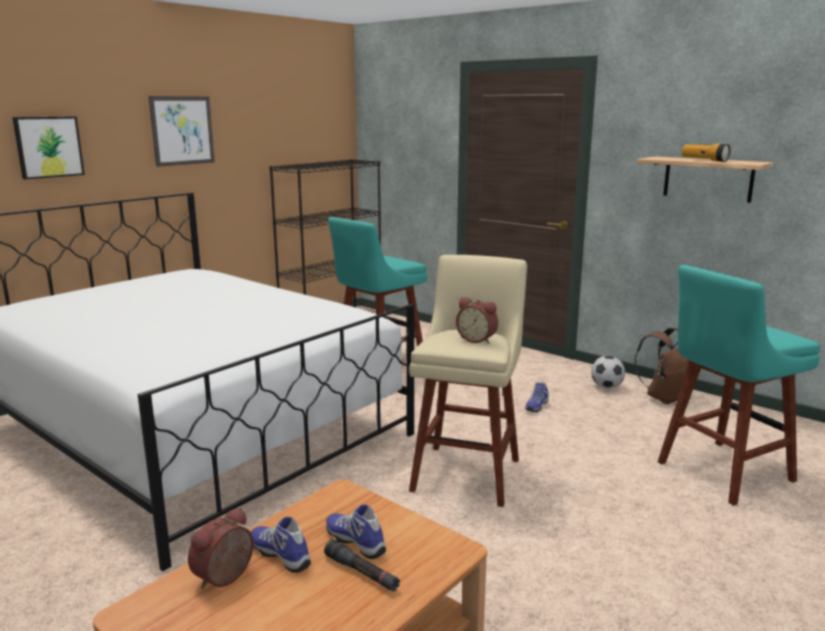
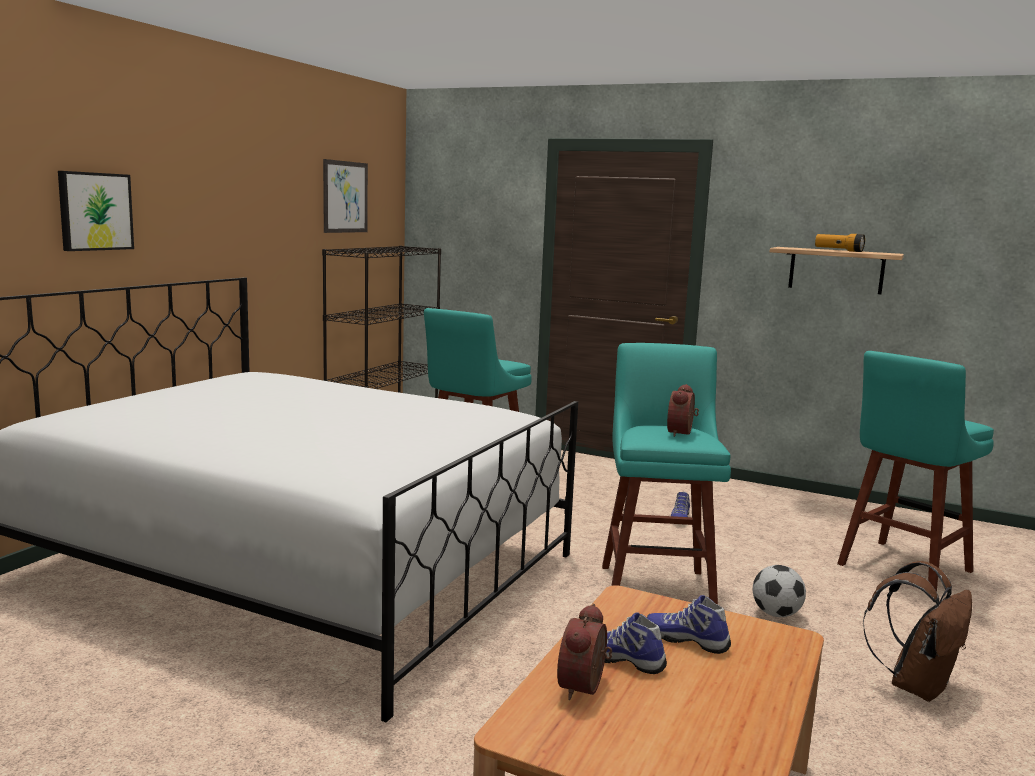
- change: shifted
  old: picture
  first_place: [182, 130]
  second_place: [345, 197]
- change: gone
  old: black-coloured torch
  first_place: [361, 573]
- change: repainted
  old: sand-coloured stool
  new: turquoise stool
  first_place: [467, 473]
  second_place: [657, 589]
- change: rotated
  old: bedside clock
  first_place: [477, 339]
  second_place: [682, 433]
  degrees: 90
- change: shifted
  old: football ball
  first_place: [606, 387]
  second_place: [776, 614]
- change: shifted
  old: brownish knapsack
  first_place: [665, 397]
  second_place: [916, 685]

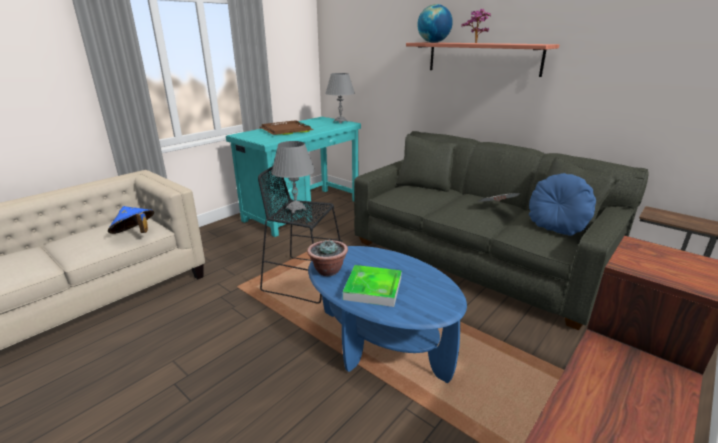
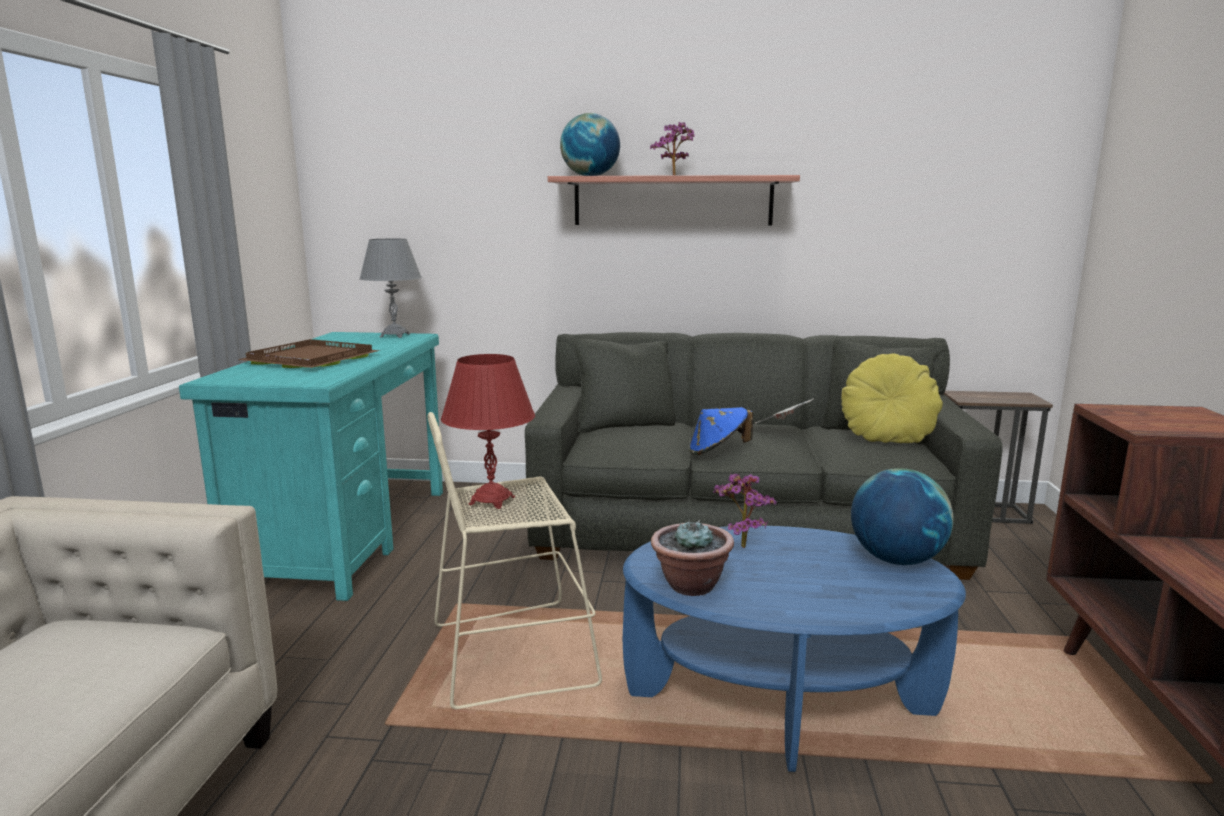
- change: shifted
  old: bluish wearable hat
  first_place: [135, 234]
  second_place: [717, 452]
- change: repainted
  old: black-coloured stool
  new: sand-coloured stool
  first_place: [306, 278]
  second_place: [515, 652]
- change: repainted
  old: greyish tabletop lamp
  new: reddish tabletop lamp
  first_place: [296, 209]
  second_place: [491, 501]
- change: gone
  old: tray
  first_place: [373, 288]
- change: repainted
  old: bluish throw pillow
  new: yellowish throw pillow
  first_place: [555, 229]
  second_place: [886, 440]
- change: new
  new: potted plant
  second_place: [740, 544]
- change: new
  new: world globe
  second_place: [896, 560]

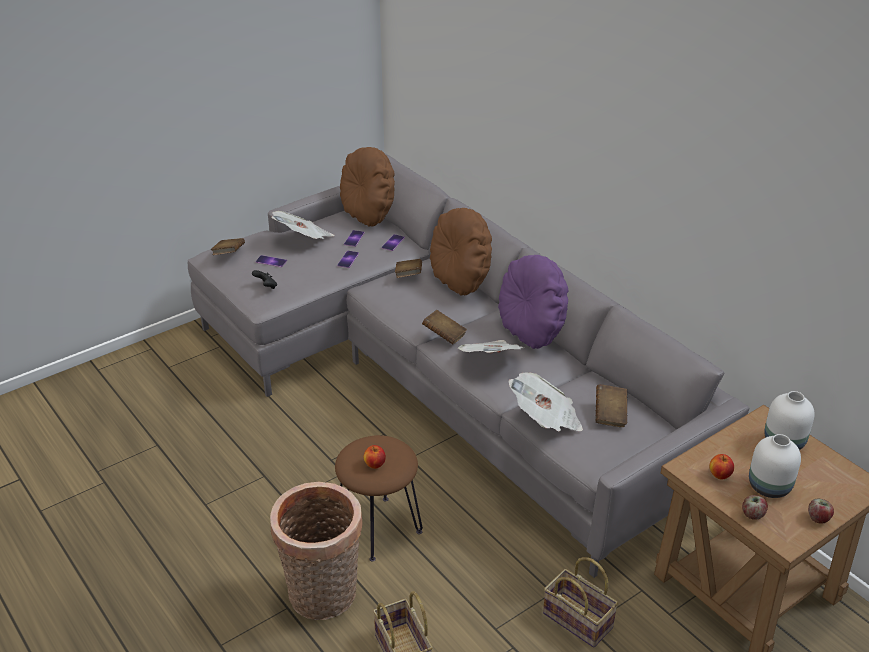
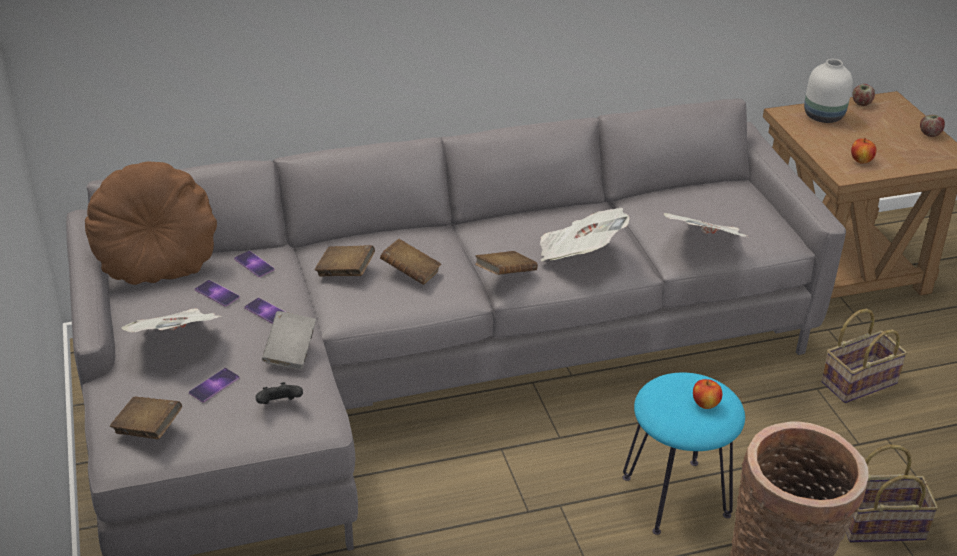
- change: repainted
  old: brownish stool
  new: turquoise stool
  first_place: [379, 528]
  second_place: [676, 496]
- change: gone
  old: brownish throw pillow
  first_place: [460, 282]
- change: gone
  old: purplish throw pillow
  first_place: [531, 333]
- change: shifted
  old: brownish bound book
  first_place: [610, 414]
  second_place: [410, 273]
- change: shifted
  old: whole apple
  first_place: [752, 514]
  second_place: [861, 103]
- change: gone
  old: whitish vase
  first_place: [768, 486]
- change: new
  new: greyish bound book
  second_place: [290, 352]

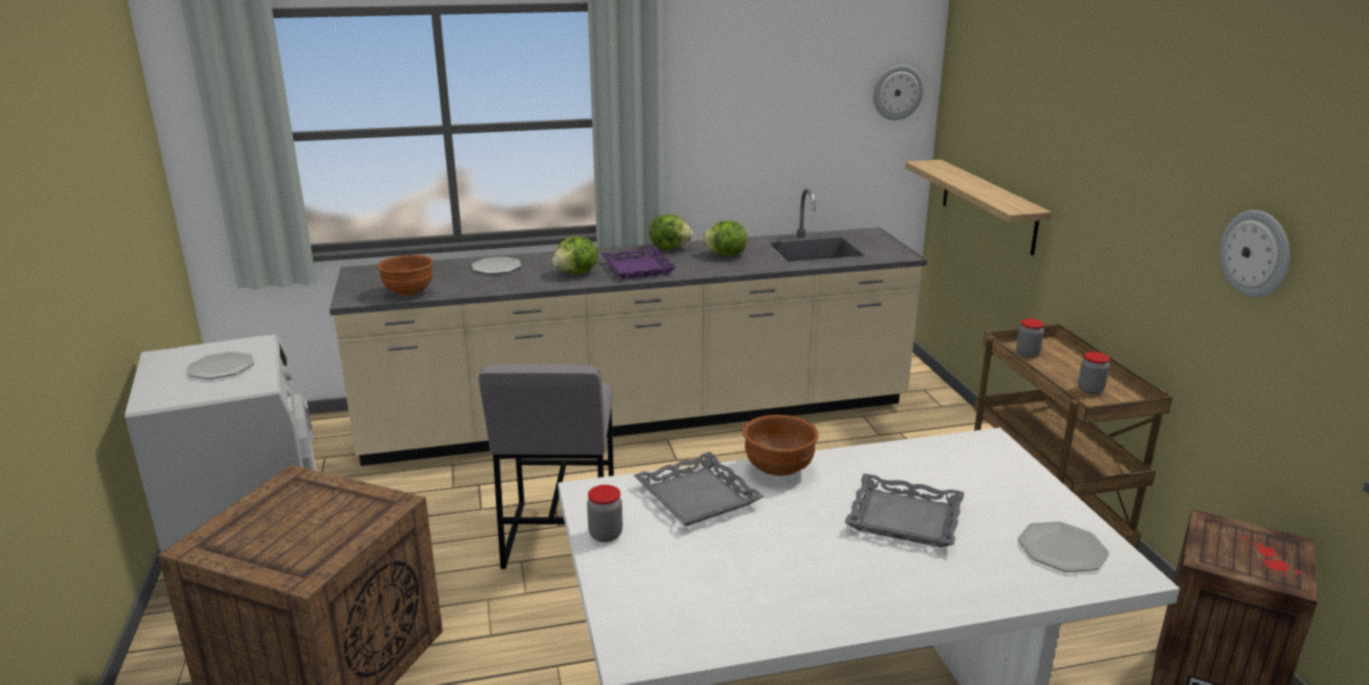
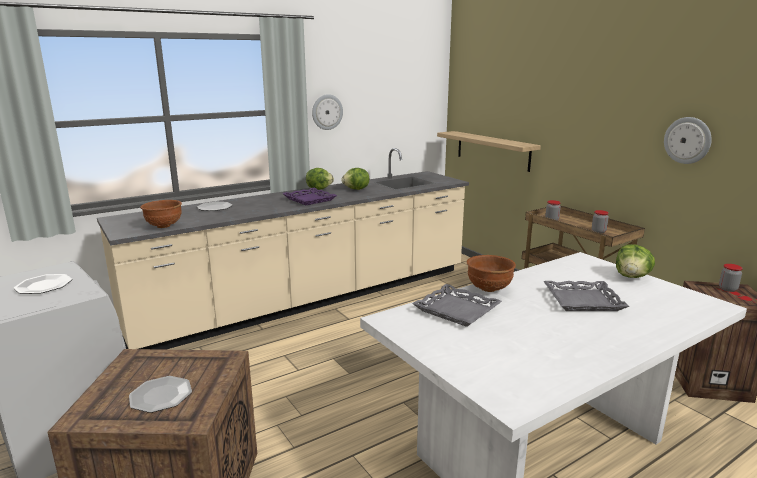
- change: gone
  old: greyish stool
  first_place: [560, 537]
- change: shifted
  old: lettuce head
  first_place: [577, 273]
  second_place: [632, 277]
- change: shifted
  old: jar
  first_place: [605, 534]
  second_place: [727, 289]
- change: shifted
  old: wall clock
  first_place: [897, 92]
  second_place: [327, 112]
- change: shifted
  old: plate
  first_place: [1062, 549]
  second_place: [161, 395]

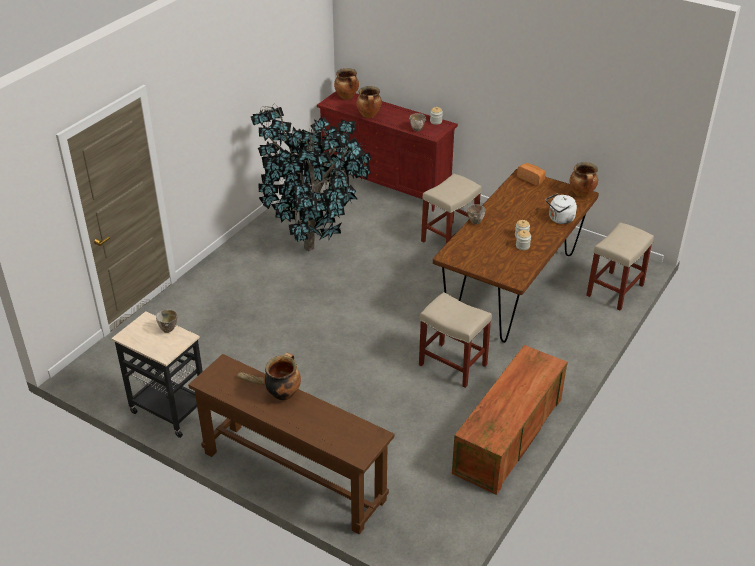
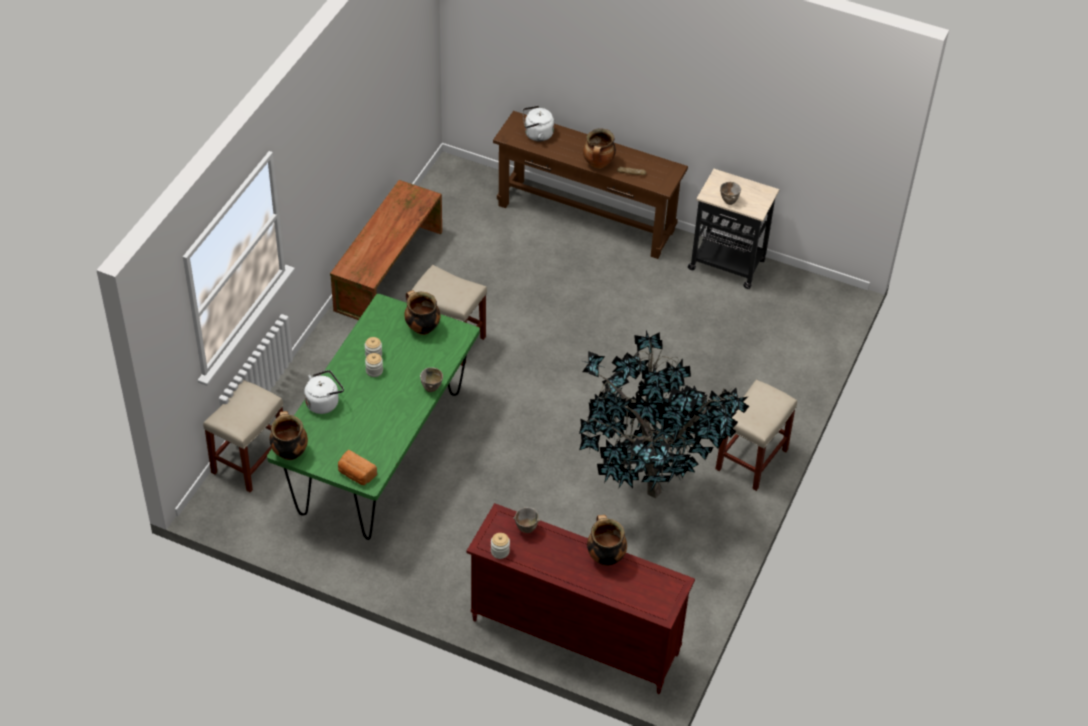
- change: shifted
  old: saucepot
  first_place: [347, 97]
  second_place: [421, 328]
- change: shifted
  old: sand-coloured stool
  first_place: [449, 237]
  second_place: [751, 460]
- change: repainted
  old: brownish dinner table
  new: green dinner table
  first_place: [511, 286]
  second_place: [381, 454]
- change: new
  new: whitish water kettle
  second_place: [536, 134]

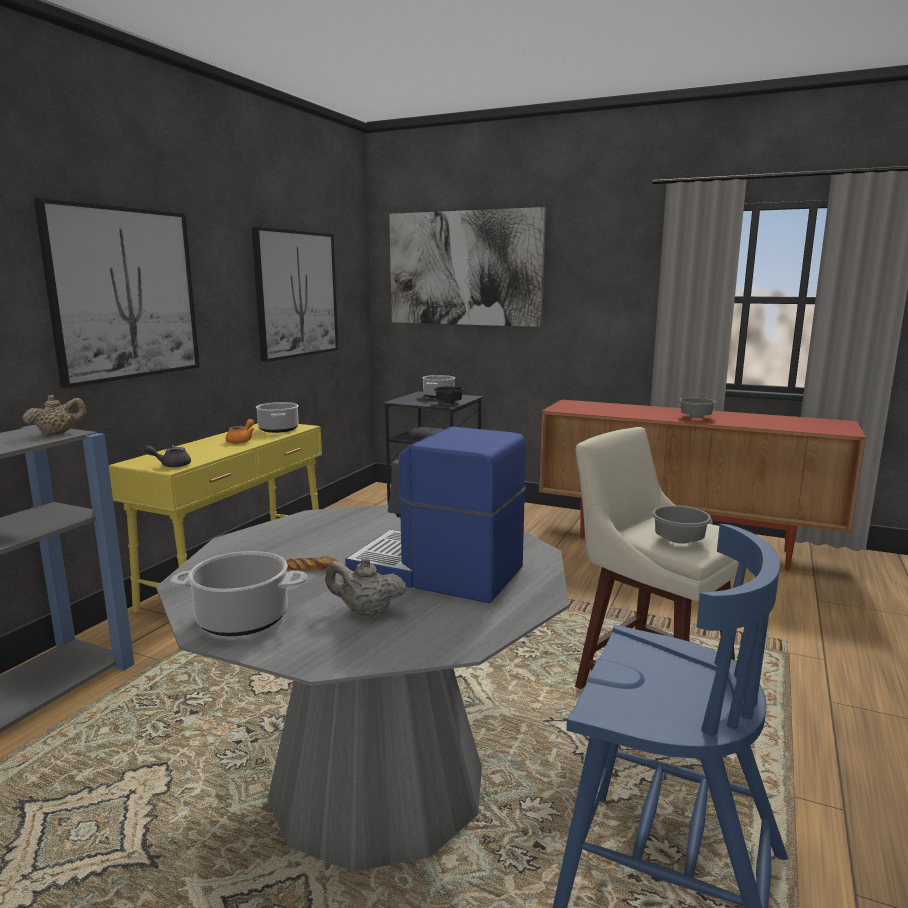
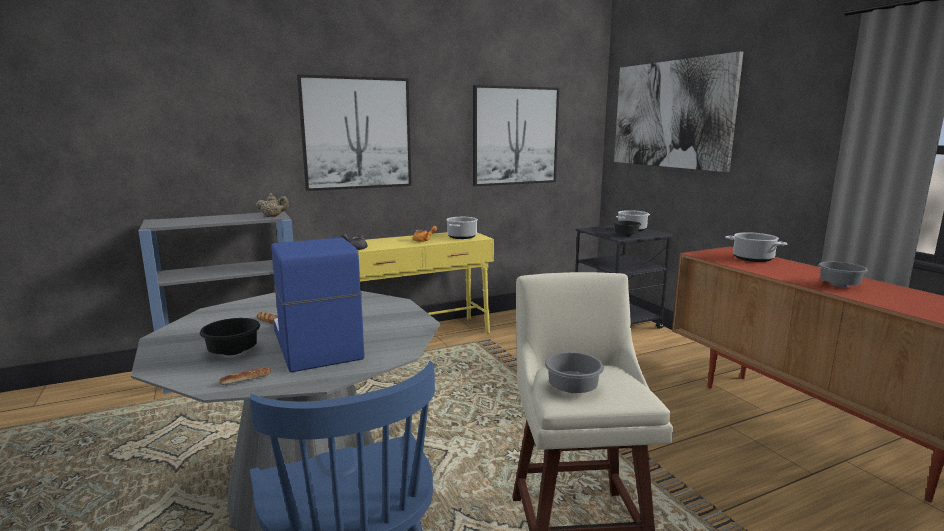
- change: shifted
  old: saucepot
  first_place: [241, 619]
  second_place: [752, 258]
- change: swapped
  old: sand-coloured teapot
  new: black-coloured deep dish
  first_place: [365, 611]
  second_place: [231, 352]
- change: new
  new: baked bread
  second_place: [246, 380]

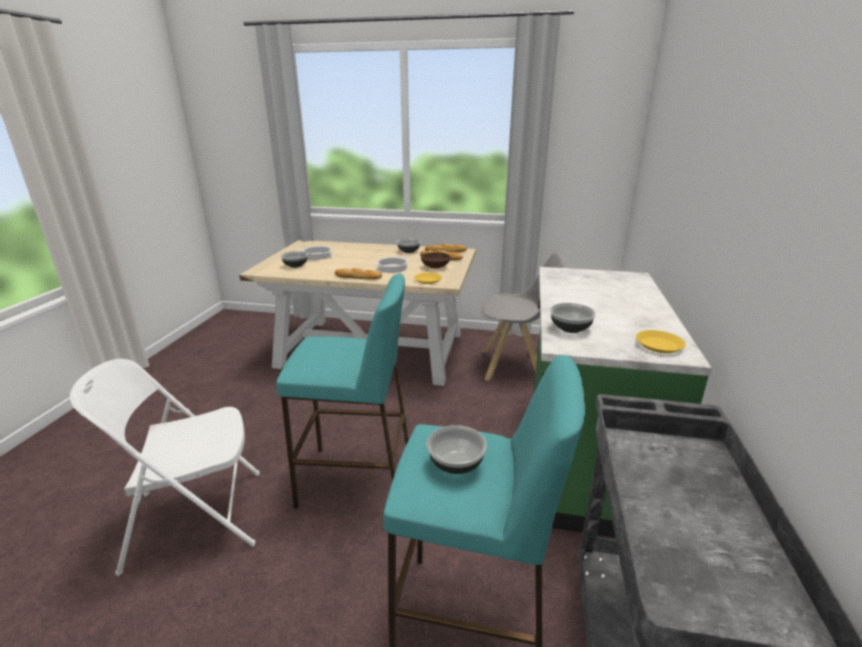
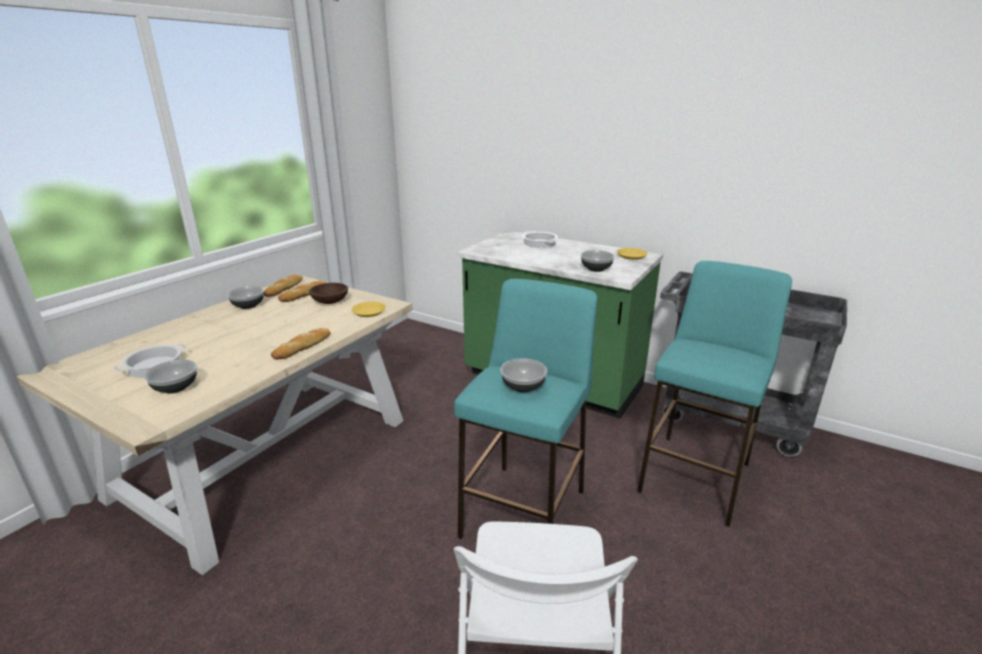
- change: shifted
  old: saucepot
  first_place: [392, 268]
  second_place: [540, 243]
- change: shifted
  old: deep dish
  first_place: [456, 464]
  second_place: [523, 386]
- change: gone
  old: greyish upright chair
  first_place: [513, 366]

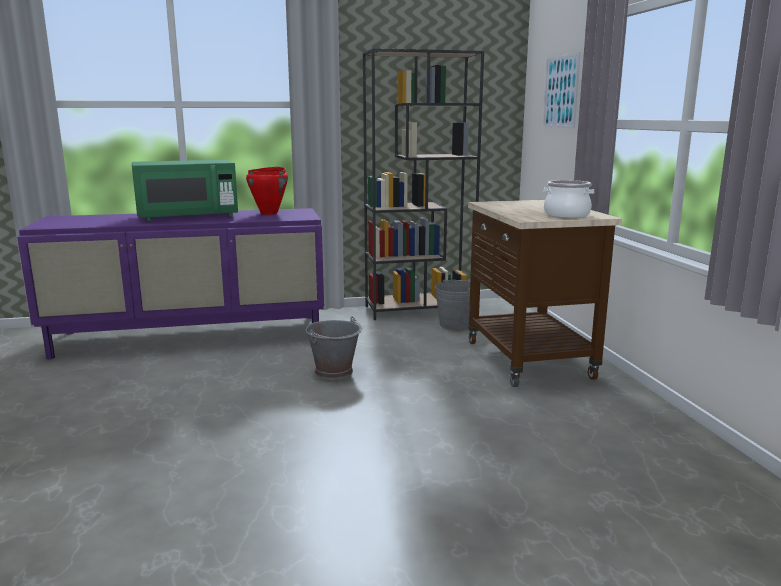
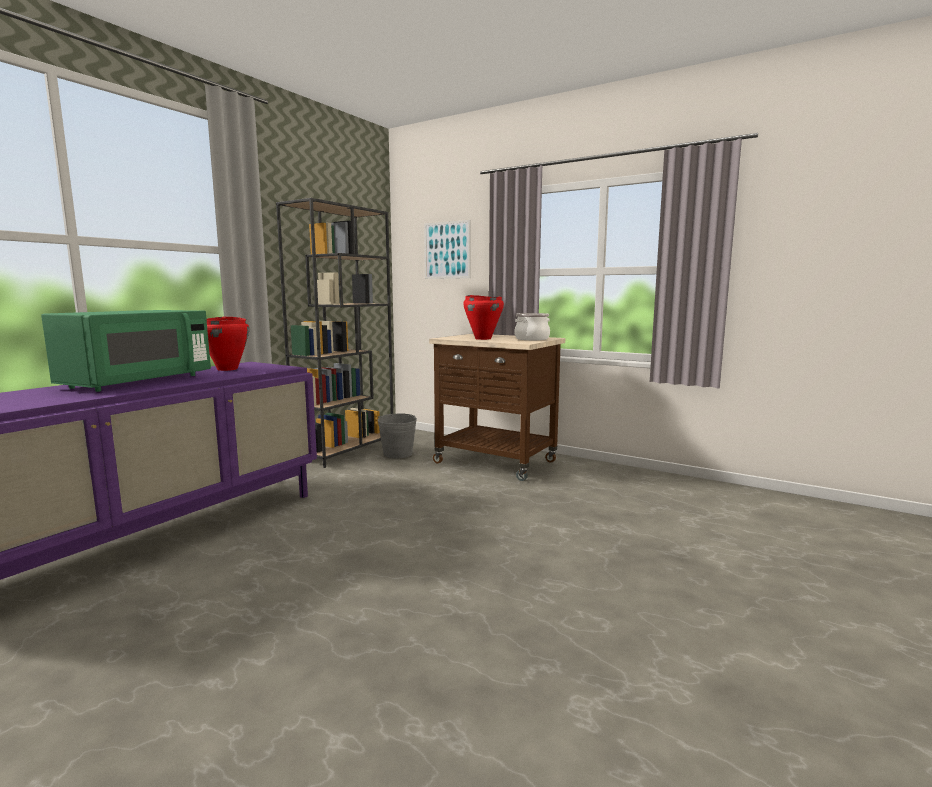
- change: gone
  old: greyish water bucket
  first_place: [334, 372]
- change: new
  new: reddish saucepot
  second_place: [483, 339]

